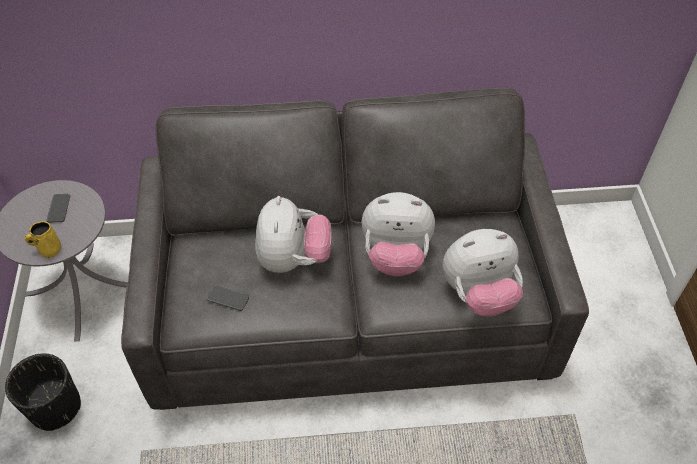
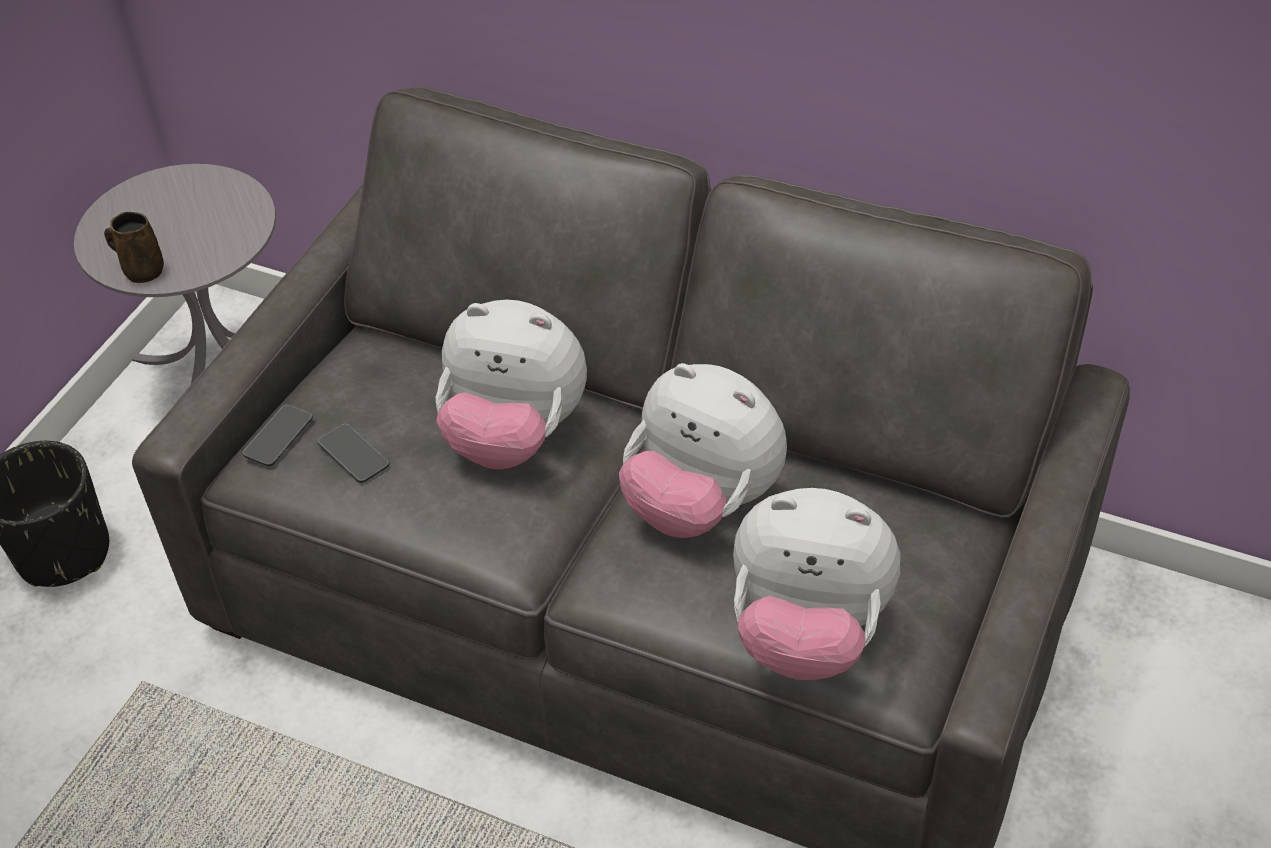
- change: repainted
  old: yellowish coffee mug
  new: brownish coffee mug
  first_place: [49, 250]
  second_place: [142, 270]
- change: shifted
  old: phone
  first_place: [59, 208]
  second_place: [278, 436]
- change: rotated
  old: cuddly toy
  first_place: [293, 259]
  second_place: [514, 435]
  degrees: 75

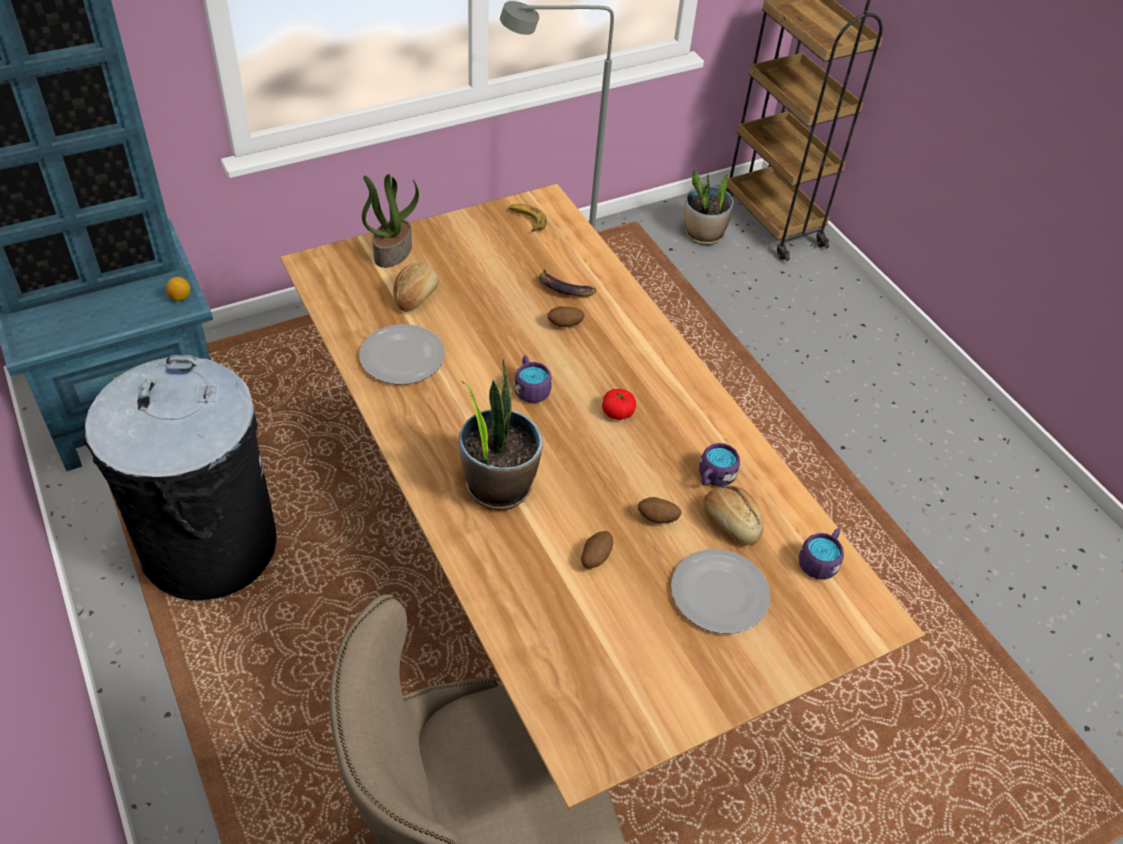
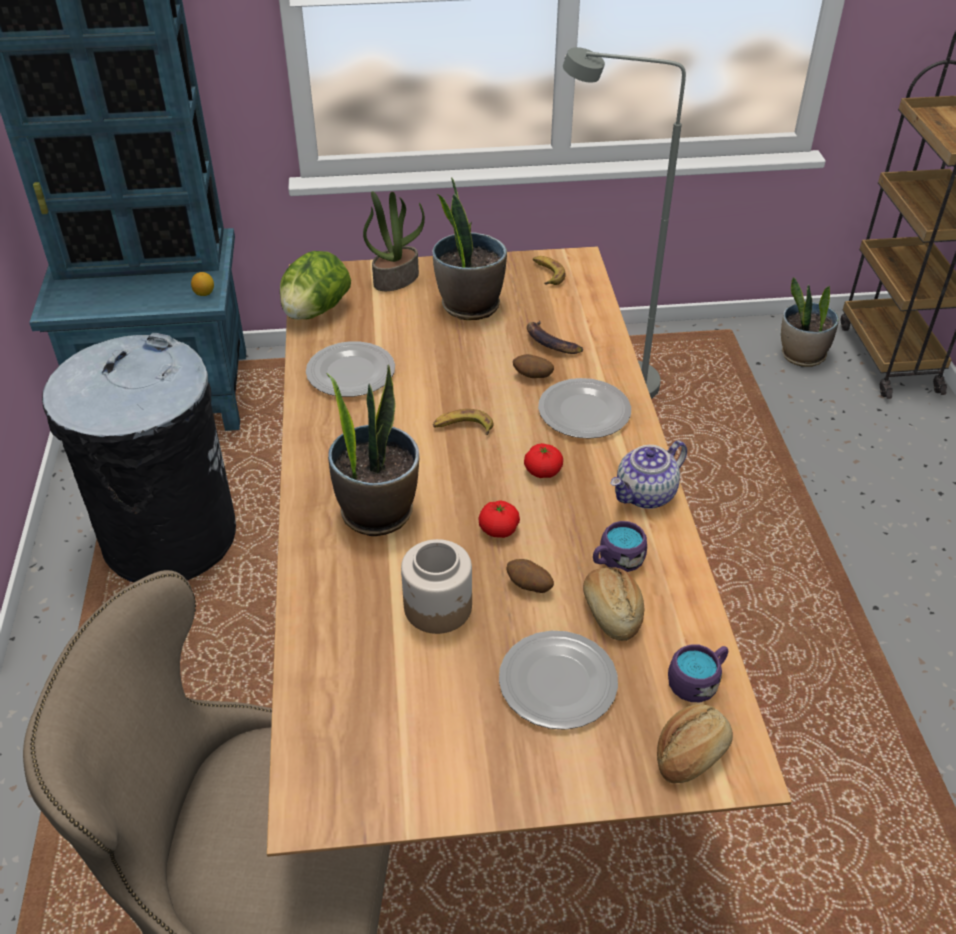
- change: shifted
  old: baked bread
  first_place: [415, 296]
  second_place: [690, 753]
- change: swapped
  old: purplish coffee mug
  new: banana
  first_place: [530, 388]
  second_place: [463, 428]
- change: swapped
  old: potato
  new: jar
  first_place: [595, 557]
  second_place: [439, 607]
- change: new
  new: lettuce head
  second_place: [315, 311]
- change: new
  new: potted plant
  second_place: [469, 305]
- change: new
  new: fresh tomato
  second_place: [498, 529]
- change: new
  new: plate
  second_place: [585, 412]
- change: new
  new: teapot
  second_place: [645, 495]

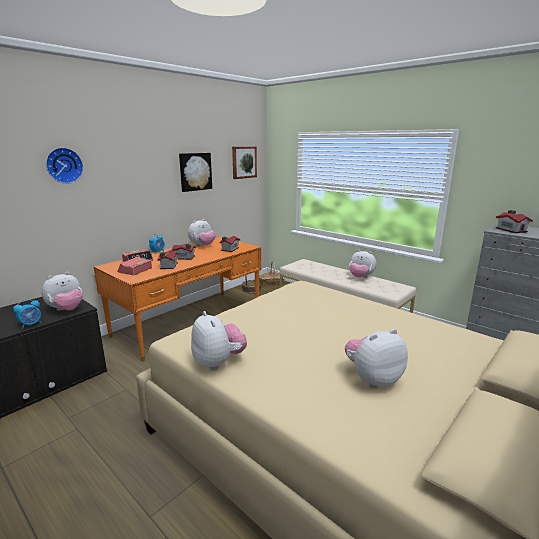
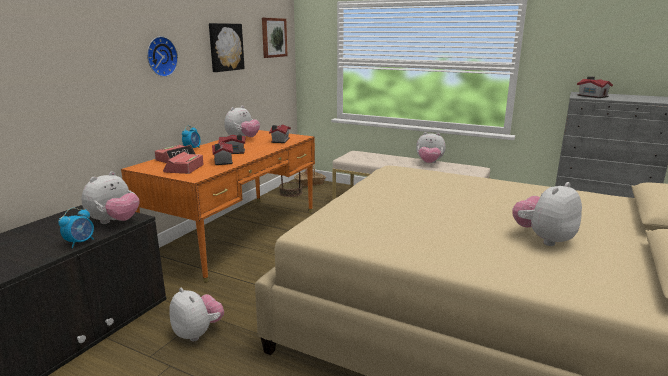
- change: shifted
  old: wall clock
  first_place: [64, 165]
  second_place: [160, 56]
- change: shifted
  old: cuddly toy
  first_place: [218, 362]
  second_place: [198, 333]

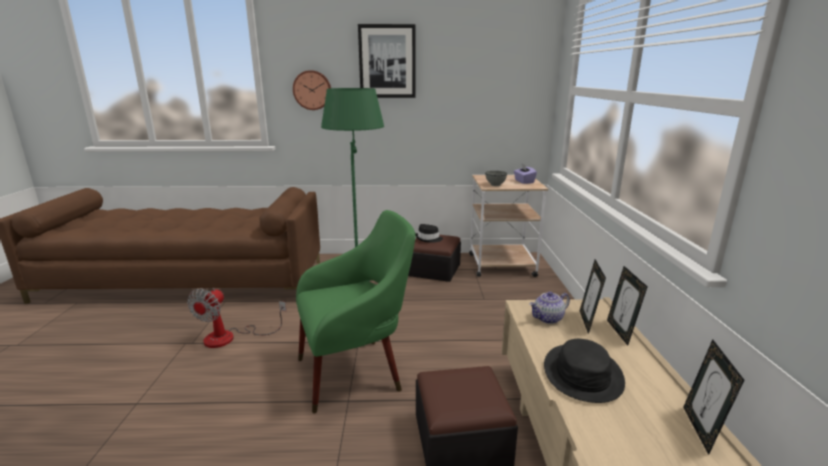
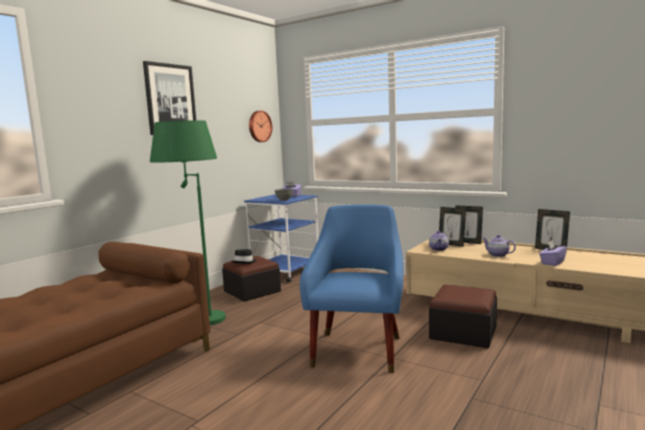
- change: gone
  old: electric fan
  first_place: [230, 337]
- change: shifted
  old: wall clock
  first_place: [312, 90]
  second_place: [259, 126]
- change: repainted
  old: green easy chair
  new: bluish easy chair
  first_place: [356, 371]
  second_place: [358, 348]
- change: repainted
  old: sand-coloured trolley
  new: bluish trolley
  first_place: [502, 265]
  second_place: [286, 272]
- change: swapped
  old: black-coloured wearable hat
  new: teapot
  first_place: [582, 373]
  second_place: [497, 255]
- change: new
  new: purplish tissue holder
  second_place: [552, 262]

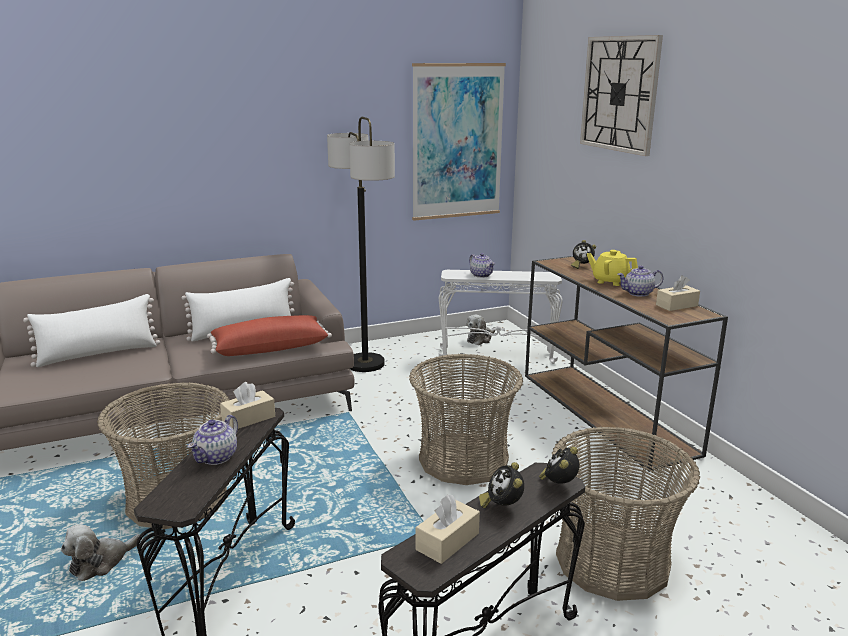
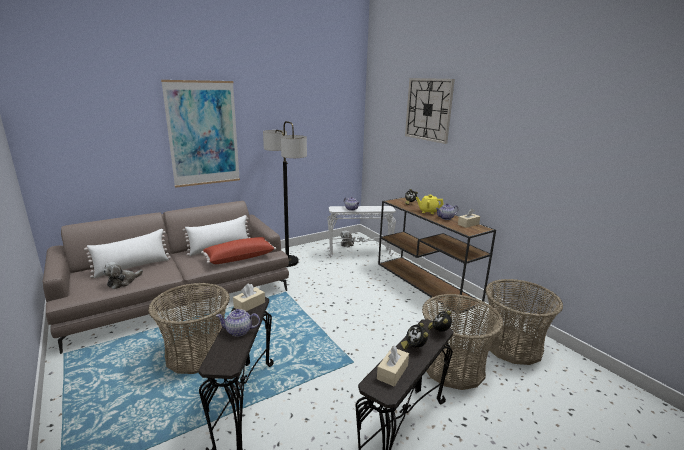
- change: shifted
  old: cuddly toy
  first_place: [101, 563]
  second_place: [123, 282]
- change: rotated
  old: teapot
  first_place: [216, 457]
  second_place: [238, 331]
  degrees: 75
- change: shifted
  old: storage basket
  first_place: [463, 459]
  second_place: [512, 346]
- change: shifted
  old: picture
  first_place: [457, 142]
  second_place: [203, 134]

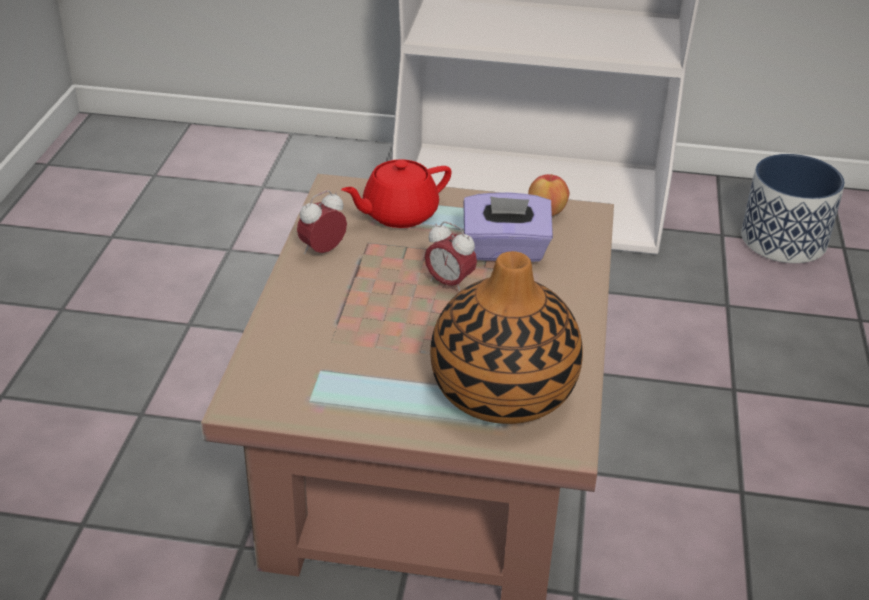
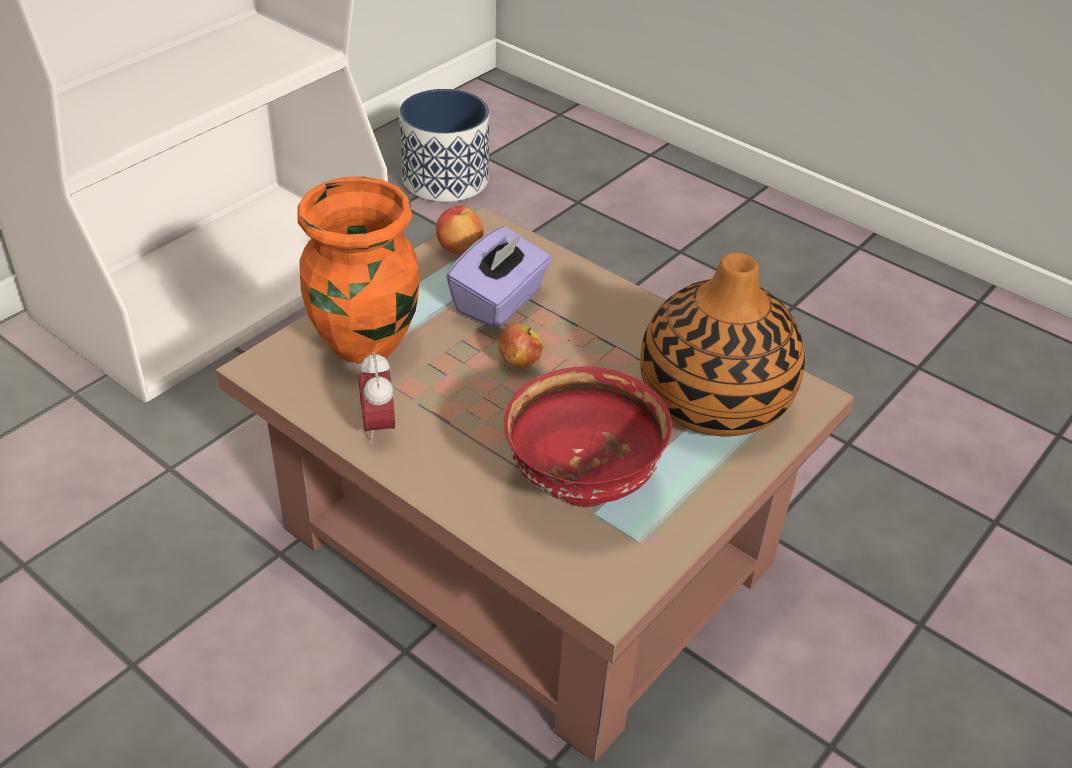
- change: swapped
  old: reddish teapot
  new: orange-coloured vase
  first_place: [398, 214]
  second_place: [366, 343]
- change: swapped
  old: bedside clock
  new: whole apple
  first_place: [449, 283]
  second_place: [519, 362]
- change: new
  new: reddish deep dish
  second_place: [582, 486]

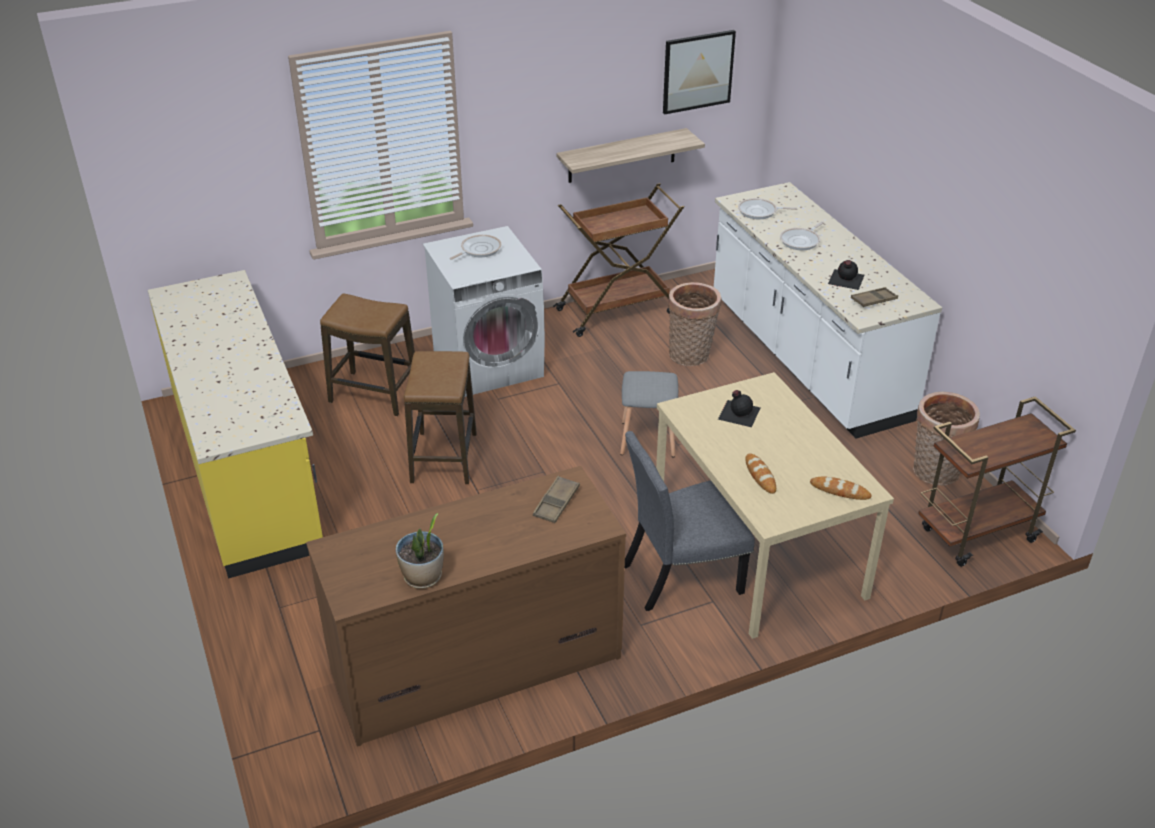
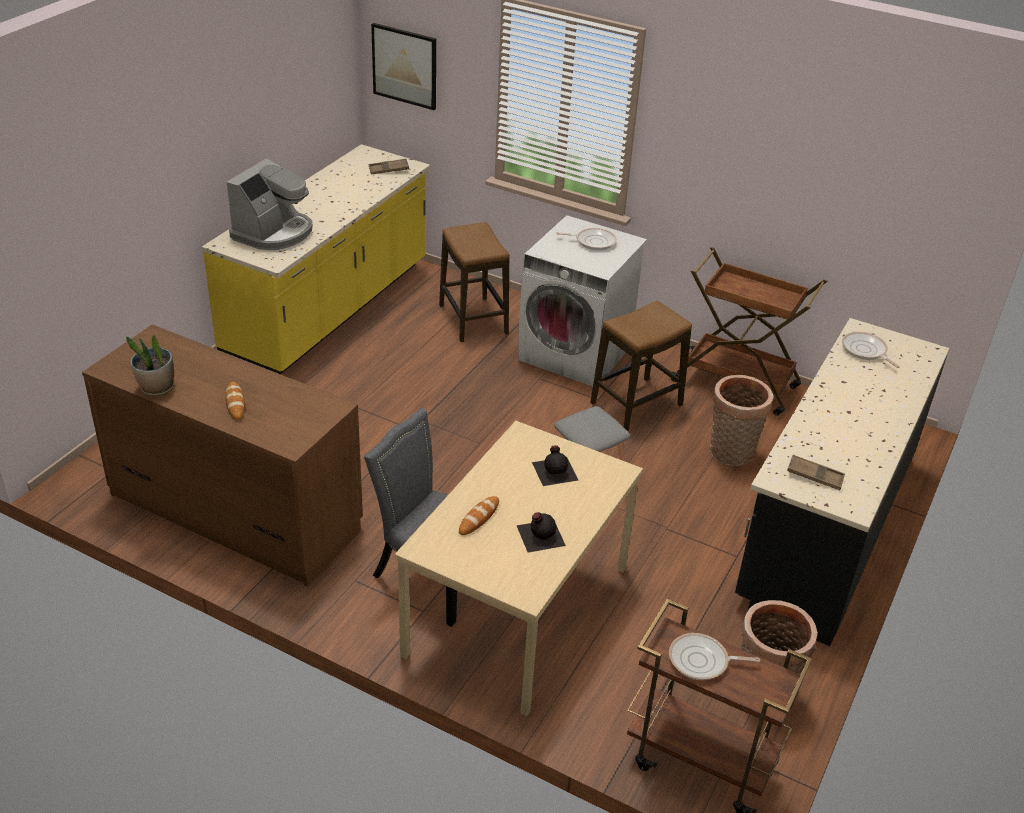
- change: shifted
  old: stool
  first_place: [444, 458]
  second_place: [636, 404]
- change: shifted
  old: brownish tray
  first_place: [556, 503]
  second_place: [388, 169]
- change: gone
  old: wall shelf
  first_place: [622, 156]
- change: shifted
  old: picture
  first_place: [697, 71]
  second_place: [405, 66]
- change: repainted
  old: whitish counter
  new: black-coloured counter
  first_place: [805, 359]
  second_place: [825, 527]
- change: shifted
  old: frying pan
  first_place: [801, 241]
  second_place: [702, 661]
- change: shifted
  old: baked bread
  first_place: [840, 491]
  second_place: [235, 403]
- change: shifted
  old: black-coloured bottle
  first_place: [845, 279]
  second_place: [540, 535]
- change: new
  new: coffee machine
  second_place: [273, 233]

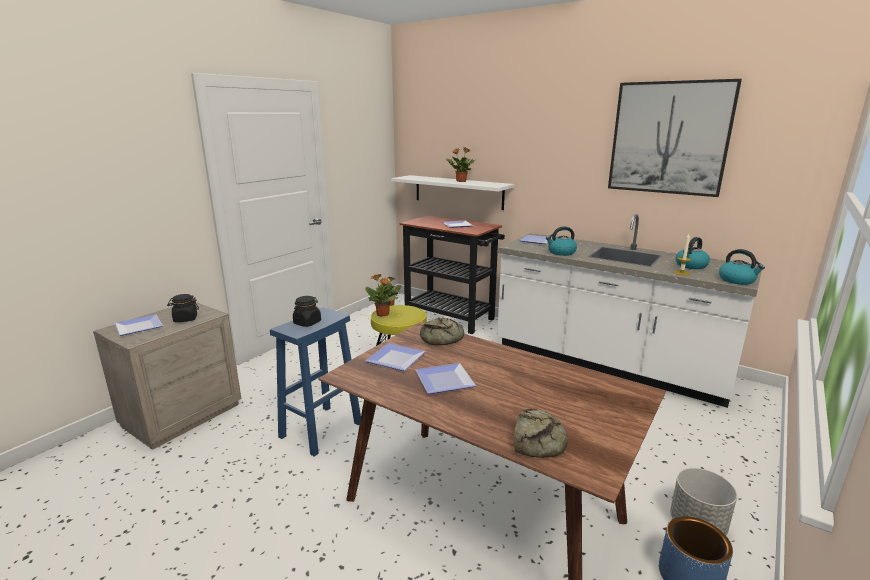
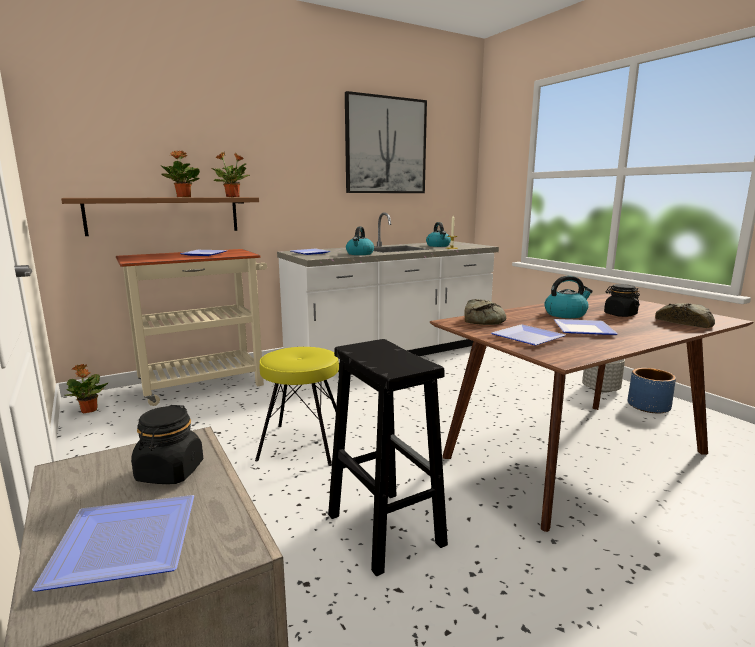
- change: repainted
  old: bluish stool
  new: black-coloured stool
  first_place: [321, 429]
  second_place: [383, 528]
- change: shifted
  old: black-coloured jar
  first_place: [307, 323]
  second_place: [620, 314]
- change: shifted
  old: potted plant
  first_place: [383, 314]
  second_place: [233, 197]
- change: repainted
  old: whitish wall shelf
  new: brownish wall shelf
  first_place: [458, 192]
  second_place: [164, 215]
- change: repainted
  old: black-coloured trolley
  new: sand-coloured trolley
  first_place: [451, 317]
  second_place: [204, 385]
- change: shifted
  old: water kettle
  first_place: [737, 280]
  second_place: [566, 314]

